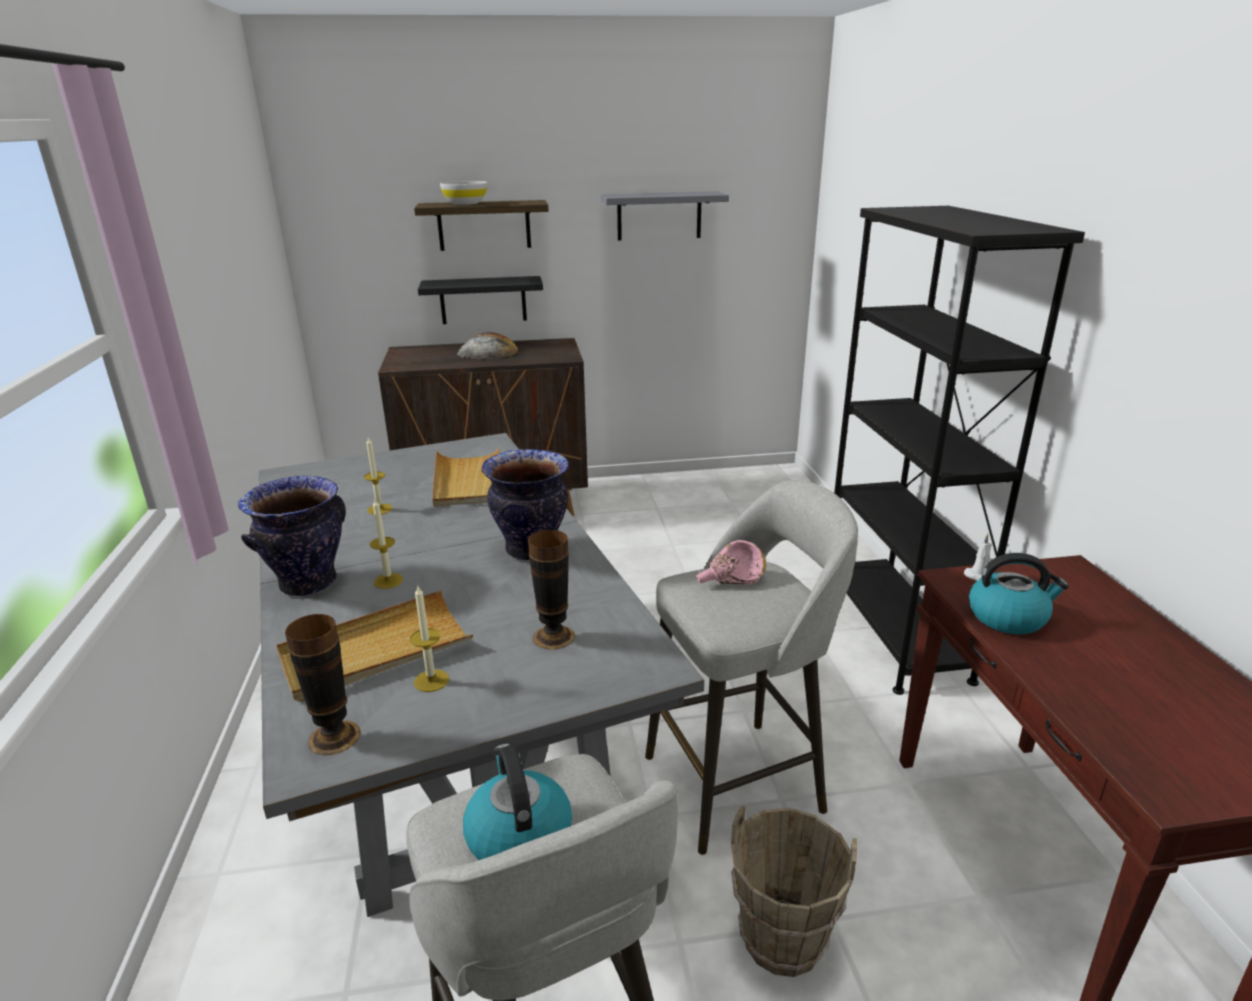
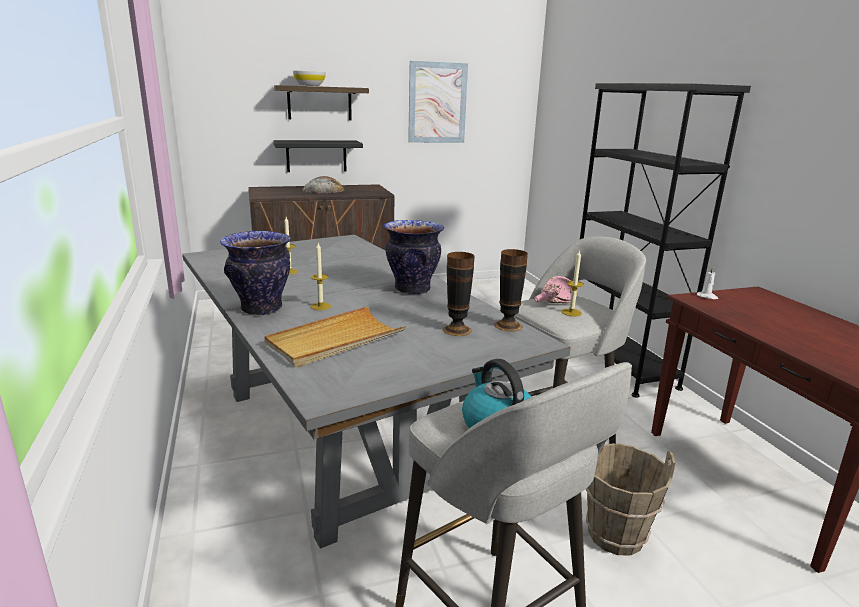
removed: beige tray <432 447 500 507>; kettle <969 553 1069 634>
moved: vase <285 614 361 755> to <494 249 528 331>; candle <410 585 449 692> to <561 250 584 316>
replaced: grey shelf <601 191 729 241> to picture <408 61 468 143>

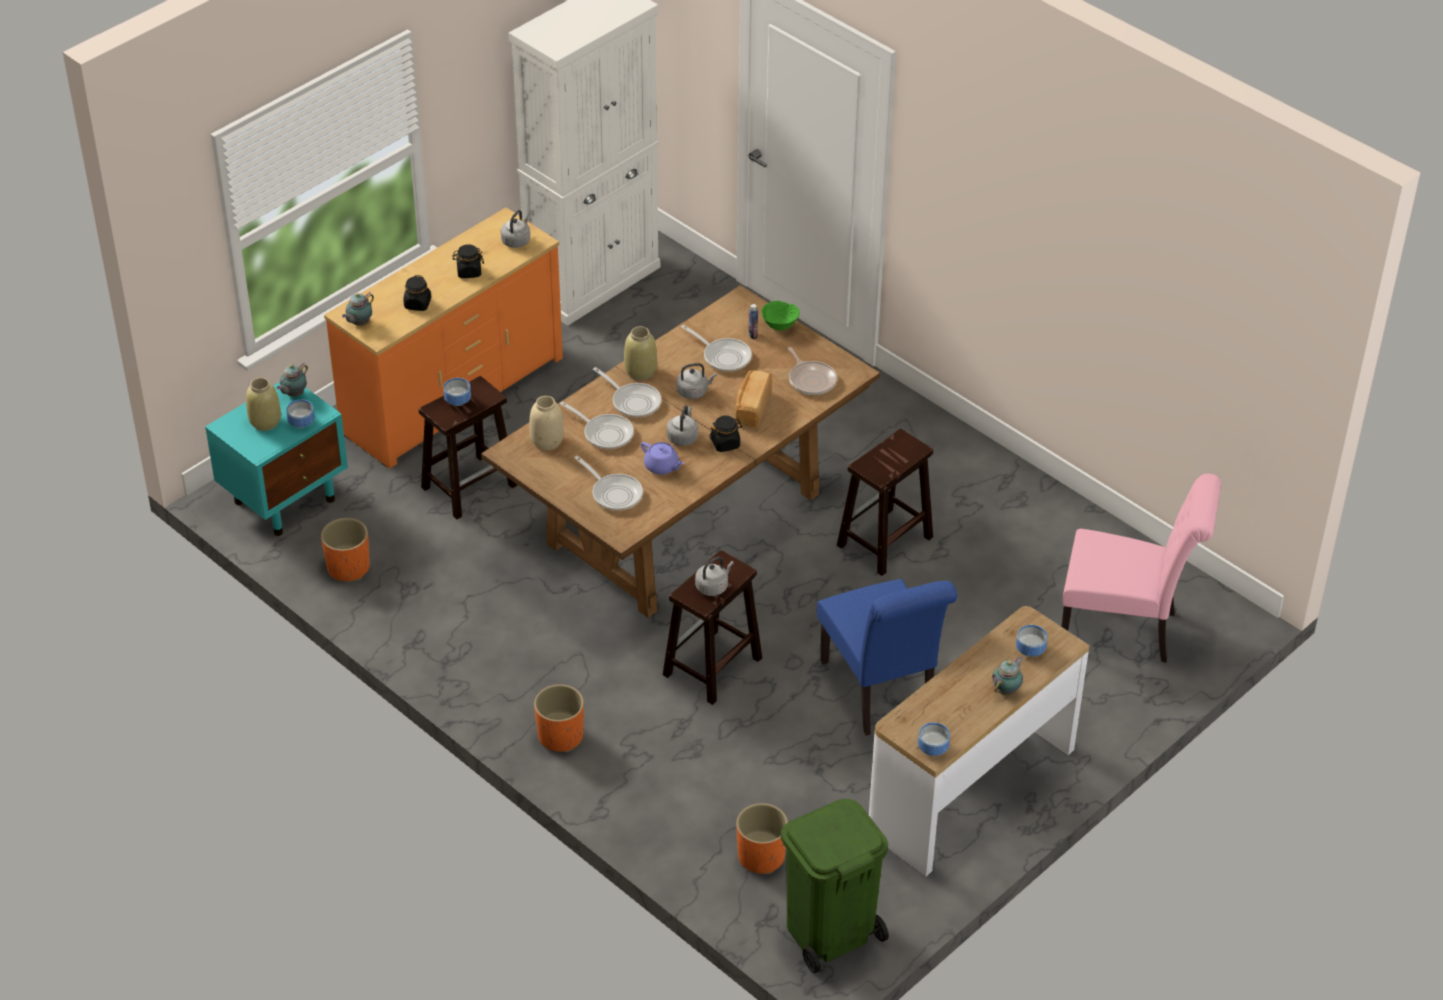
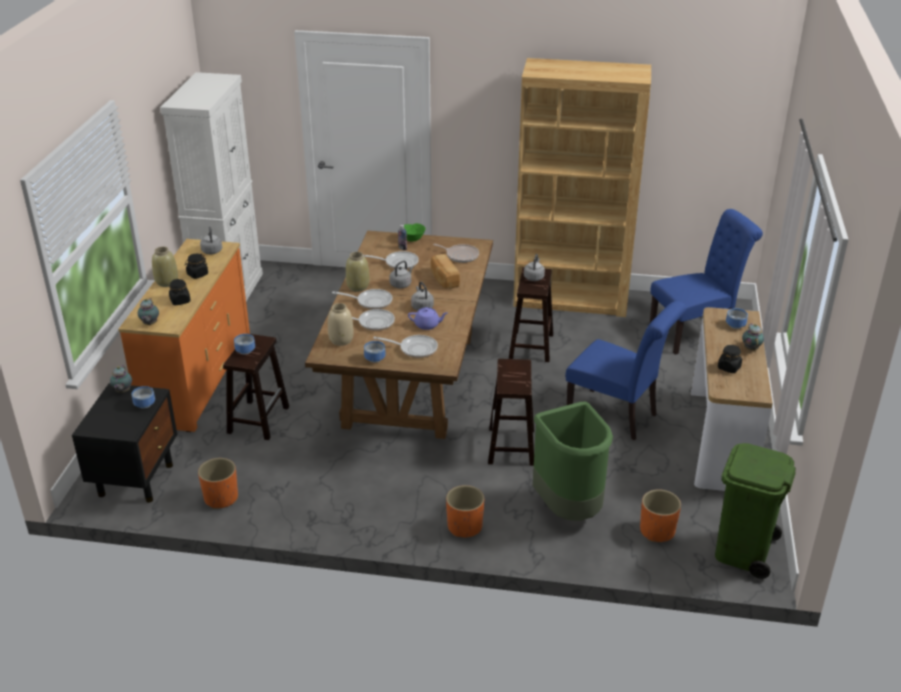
added: brown bookcase <513 58 651 317>; green trash can <533 402 613 521>
moved: beige vase <246 378 281 431> to <152 247 178 287>; grey kettle <695 557 734 596> to <524 254 545 281>; black jar <709 416 742 452> to <718 345 742 373>; bowl <918 722 950 756> to <364 341 386 363>
recoloured: turquoise nightstand <205 383 348 536> to black nightstand <72 383 177 503>; pink chair <1062 474 1221 663> to blue chair <650 209 763 355>

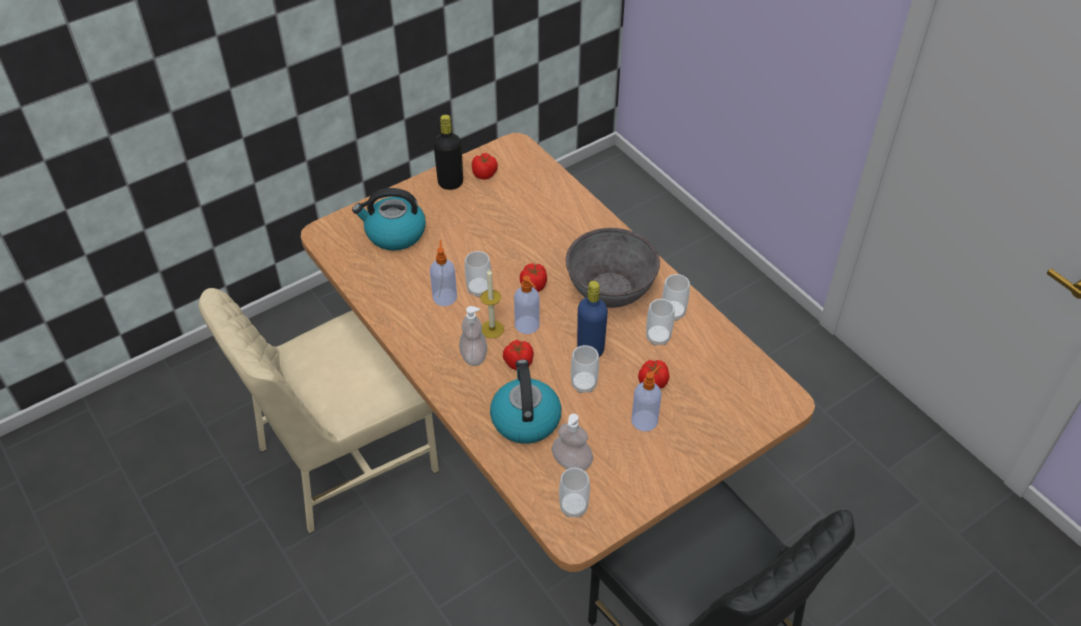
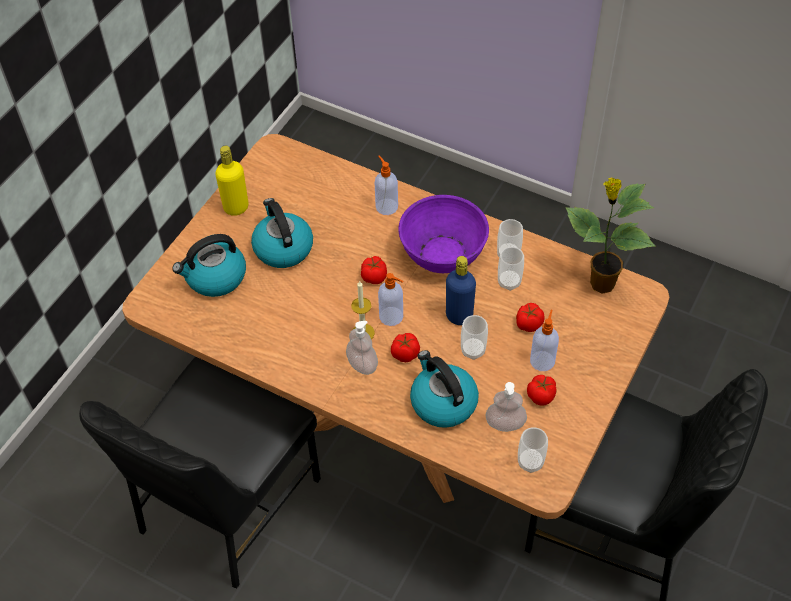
removed: cup <465 251 491 297>
added: kettle <251 198 313 268>; potted plant <566 178 655 294>
moved: soap dispenser <430 240 457 306> to <375 155 398 215>; tomato <472 153 498 180> to <527 375 556 406>
recoloured: beige chair <198 288 439 534> to black chair <79 357 321 589>; black bottle <433 115 463 190> to yellow bottle <215 146 249 216>; grey bowl <566 228 660 308> to purple bowl <398 195 489 273>

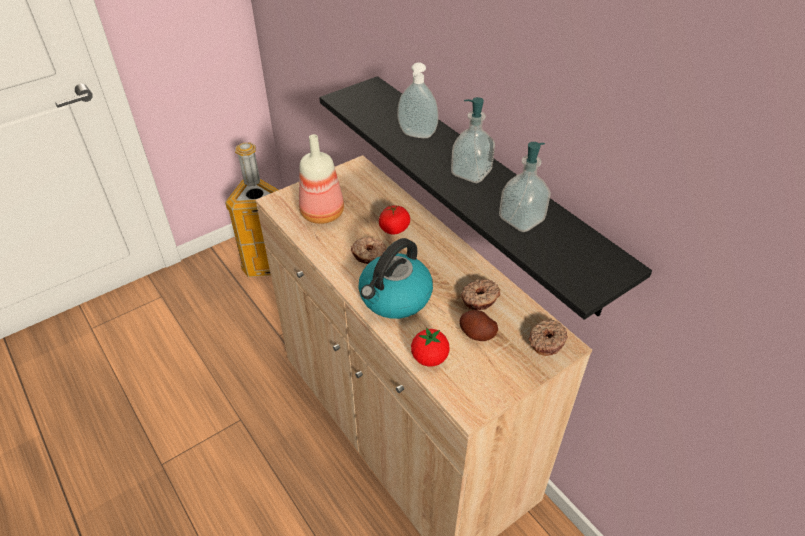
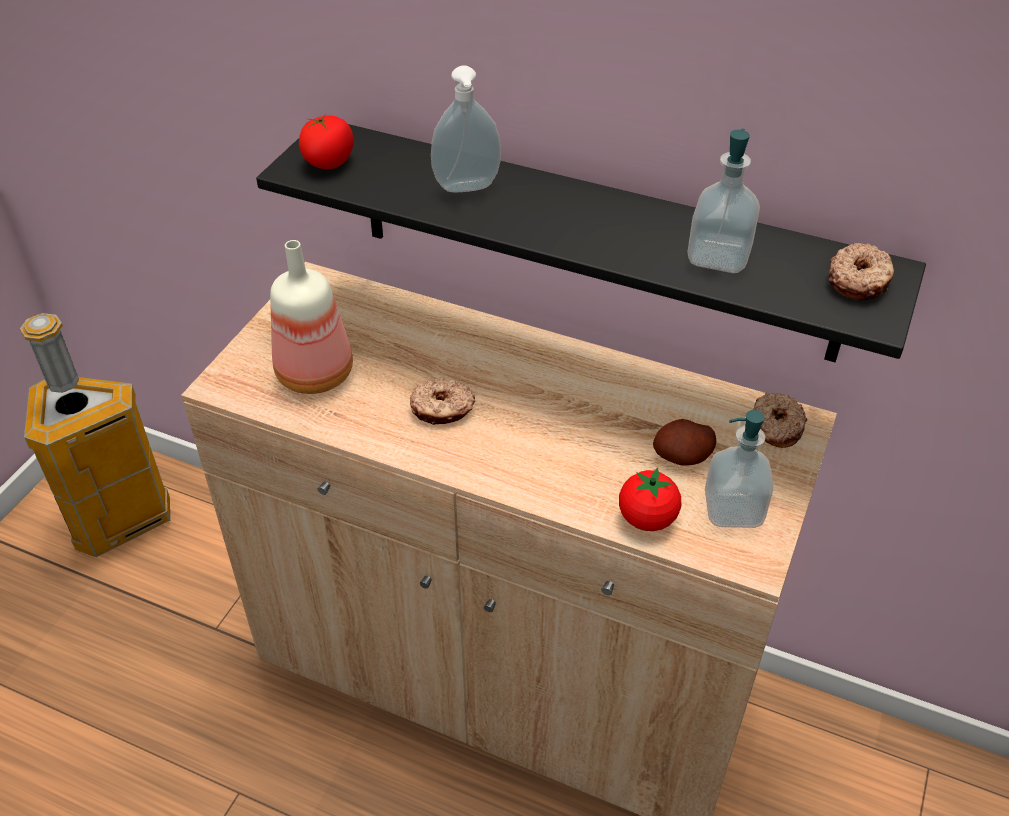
removed: kettle <359 238 433 319>
moved: tomato <379 205 410 235> to <299 114 354 169>; soap dispenser <451 97 495 183> to <705 410 773 528>; donut <461 279 500 310> to <829 243 894 300>

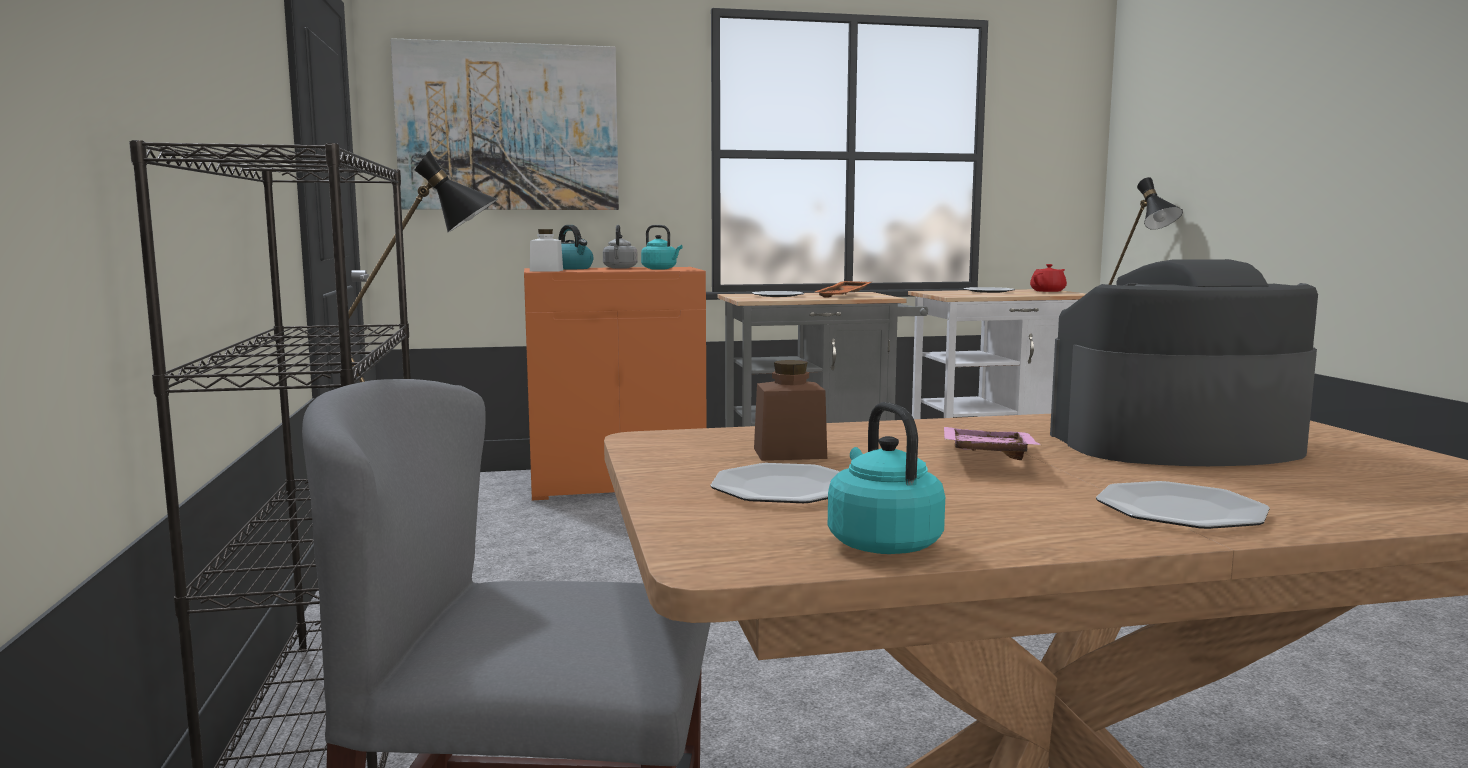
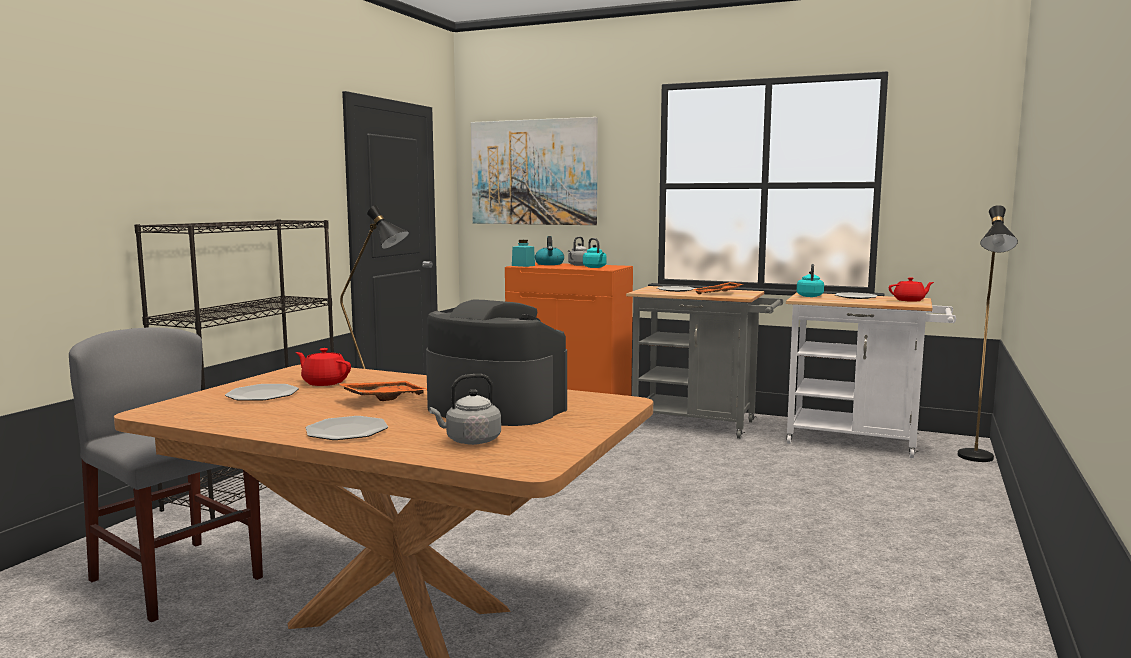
added: grey kettle <429 374 501 445>
moved: turquoise kettle <828 402 945 554> to <797 264 824 297>
replaced: brown jar <754 360 827 461> to red teapot <296 348 351 386>
recoloured: white jar <530 229 563 271> to turquoise jar <512 240 535 267>; pink tray <944 427 1041 460> to orange tray <337 381 427 401>

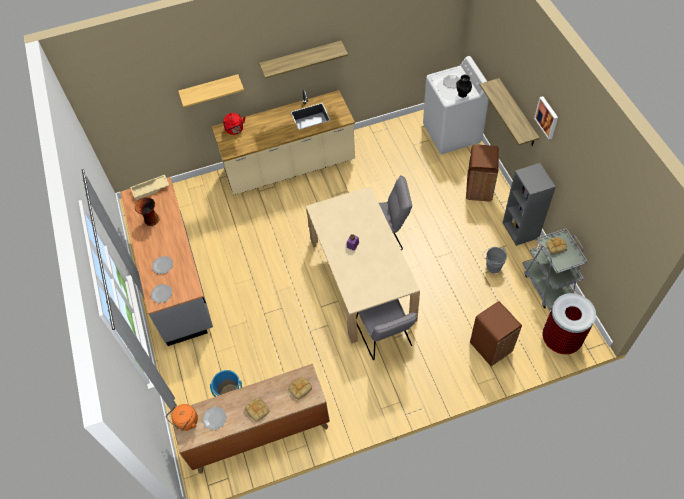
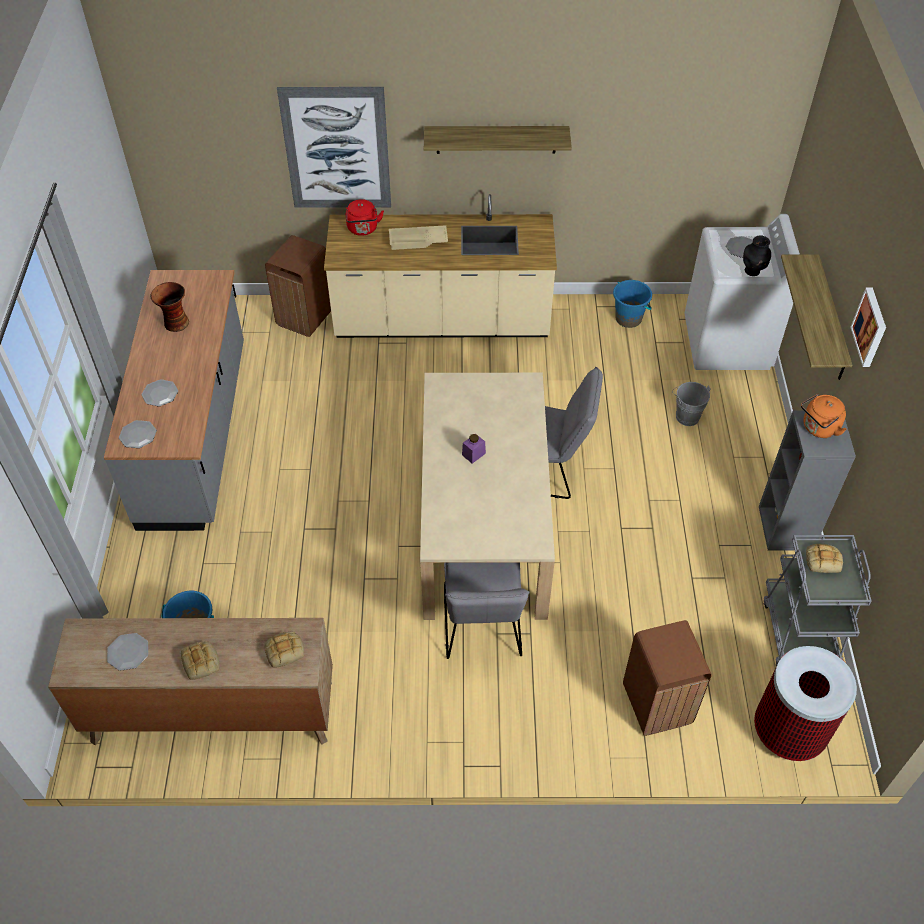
added: blue bucket <613 280 652 328>
moved: beige tray <130 175 169 200> to <389 225 448 250>; orange kettle <166 404 198 431> to <801 394 847 438>; brown trash can <466 144 499 201> to <265 235 331 337>; grey bucket <482 247 507 273> to <672 382 711 426>
replaced: shelf <178 74 244 108> to picture <277 87 391 208>

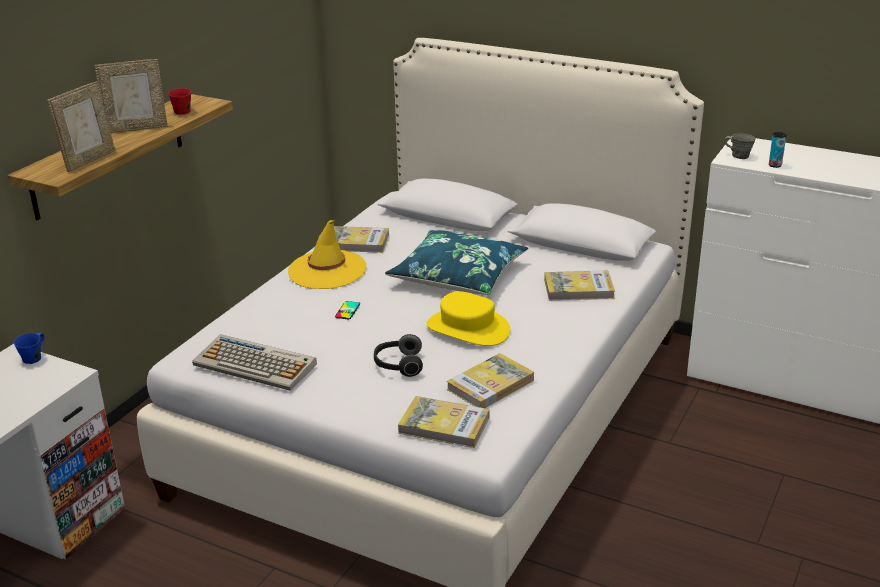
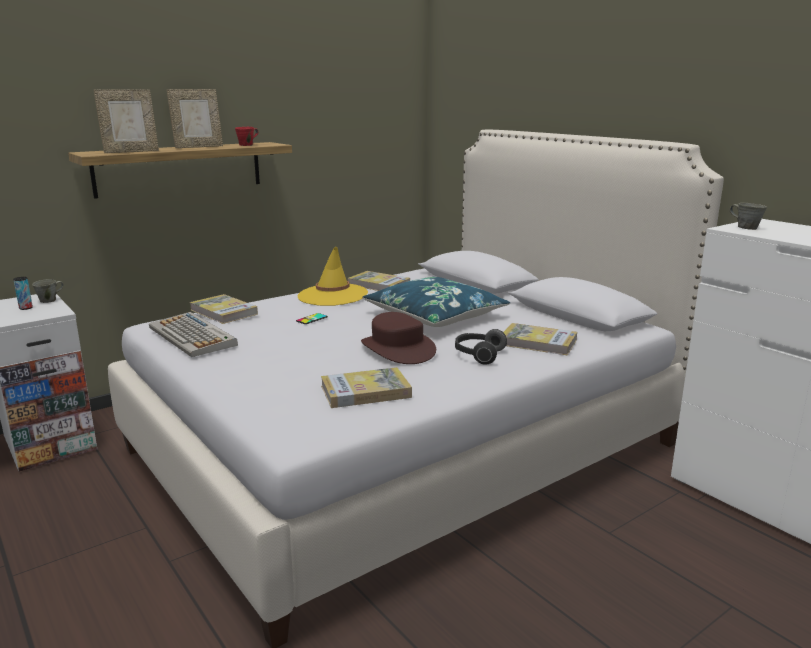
moved: headphones <374 334 423 377> to <455 329 507 365>; book <398 396 490 448> to <190 294 258 324>; can <769 132 786 168> to <13 277 33 310>
recoloured: blue mug <14 333 45 364> to grey mug <32 279 64 303>; yellow hat <427 291 510 346> to brown hat <361 312 436 364>
turned: picture frame <95 59 168 133> = <167 89 223 148> 45 degrees counterclockwise

